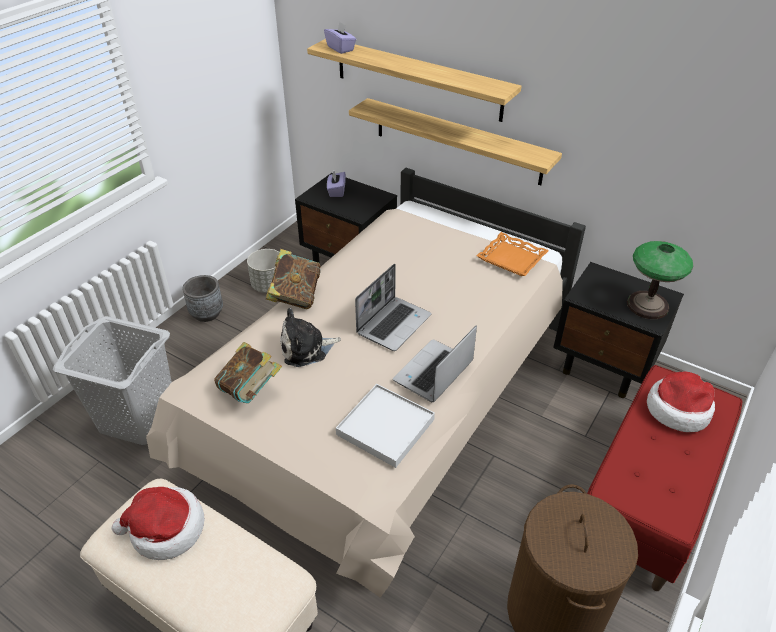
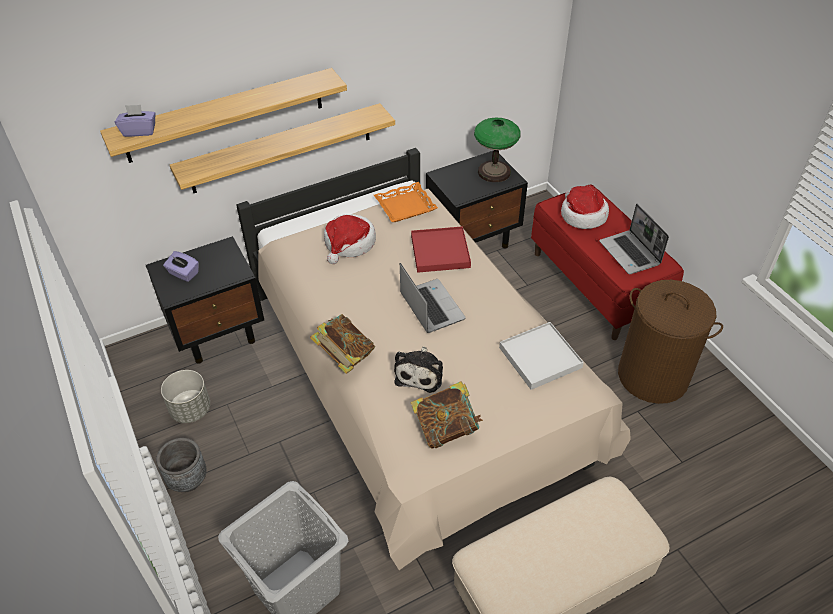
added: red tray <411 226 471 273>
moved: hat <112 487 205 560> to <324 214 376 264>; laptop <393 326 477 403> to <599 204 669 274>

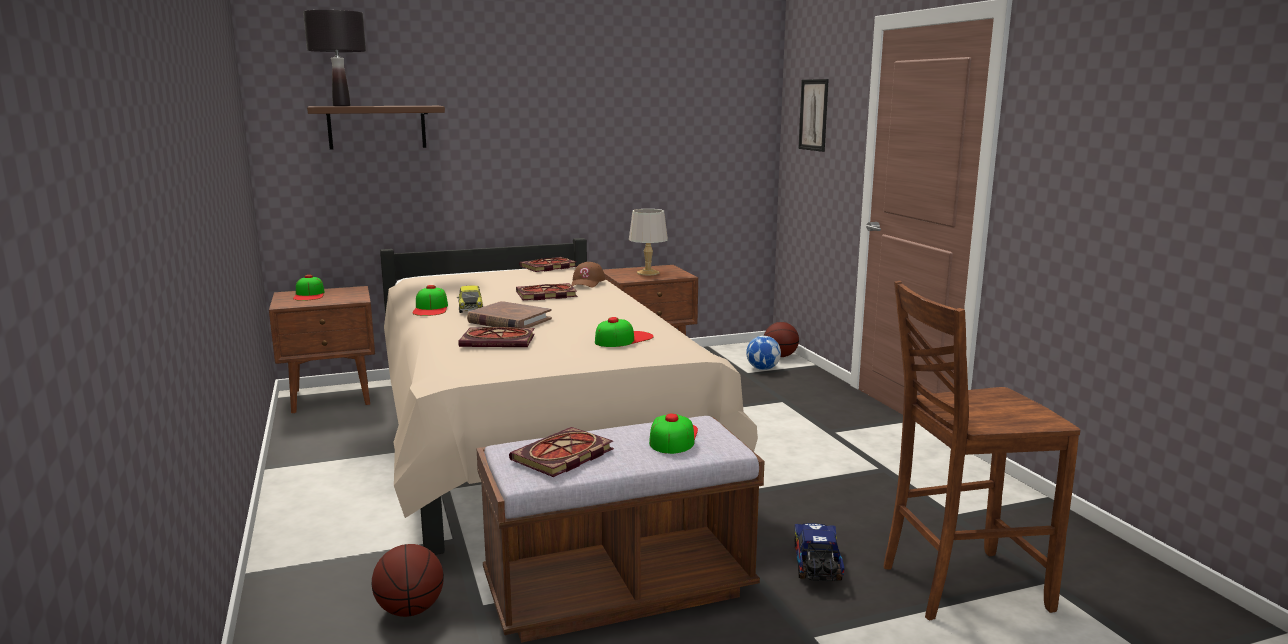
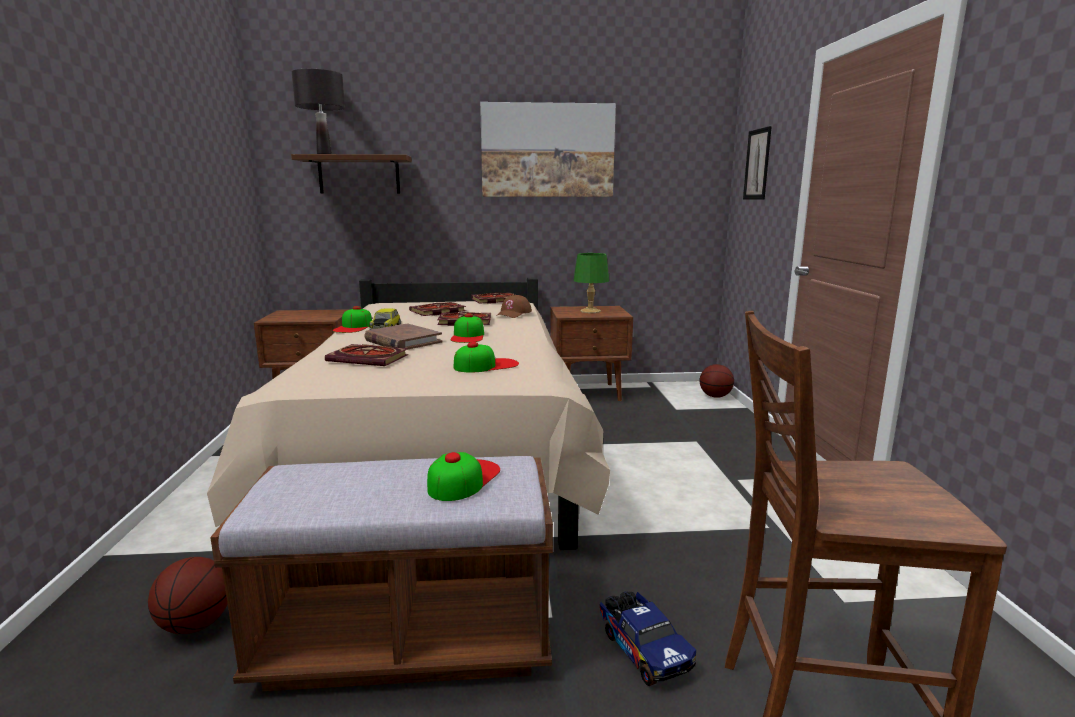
removed: football <746 336 781 370>
added: picture <480 102 616 197>
moved: cap <293 275 325 301> to <451 314 484 343>; book <509 427 614 477> to <409 302 466 316>
recoloured: grey table lamp <629 209 668 276> to green table lamp <574 253 609 313>
turned: toy truck <795 523 845 581> = <600 591 696 686> 135 degrees clockwise

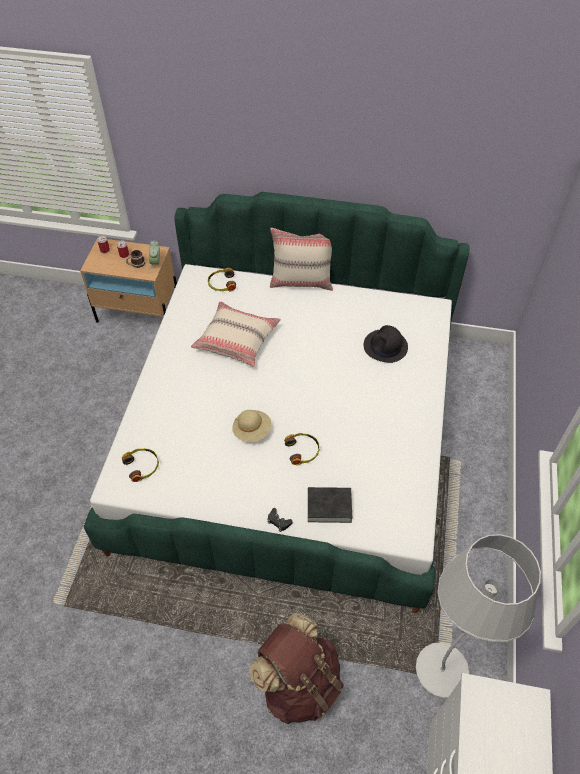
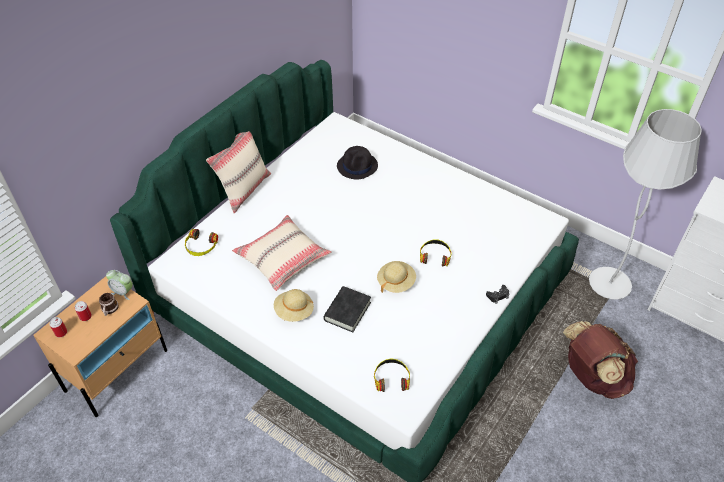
added: beige hat <274 289 314 322>
moved: black book <308 487 352 523> to <323 286 371 332>

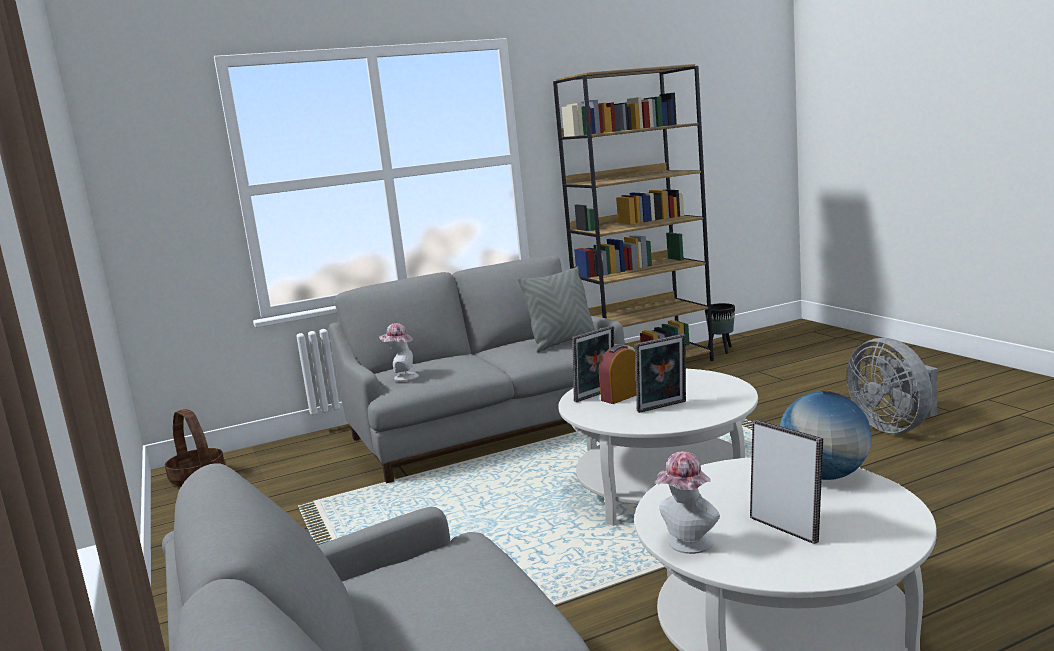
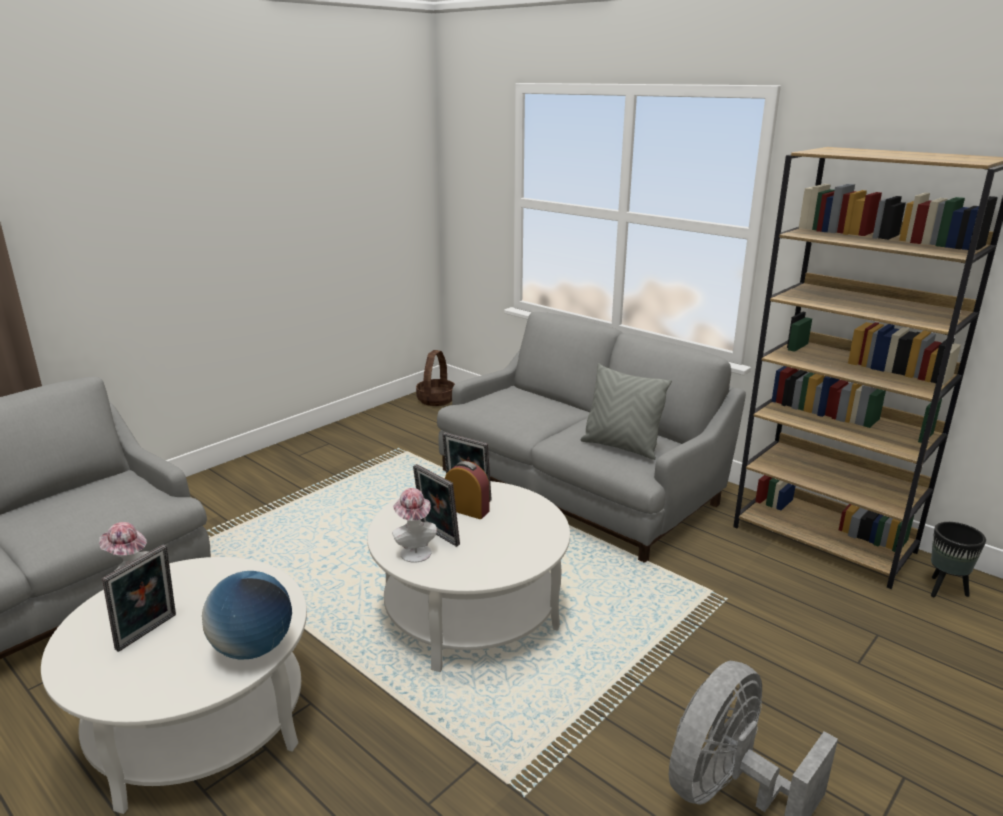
moved: hat <379 323 419 381> to <392 488 437 563>

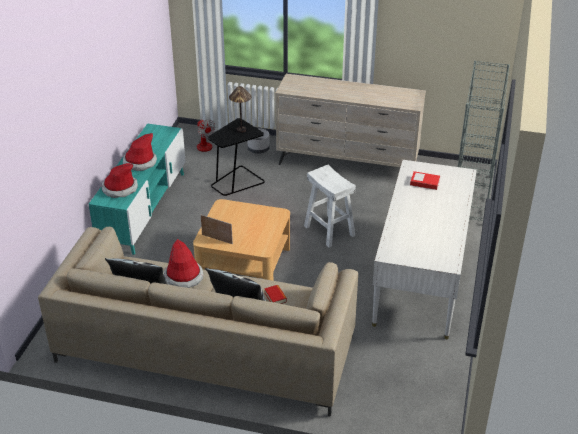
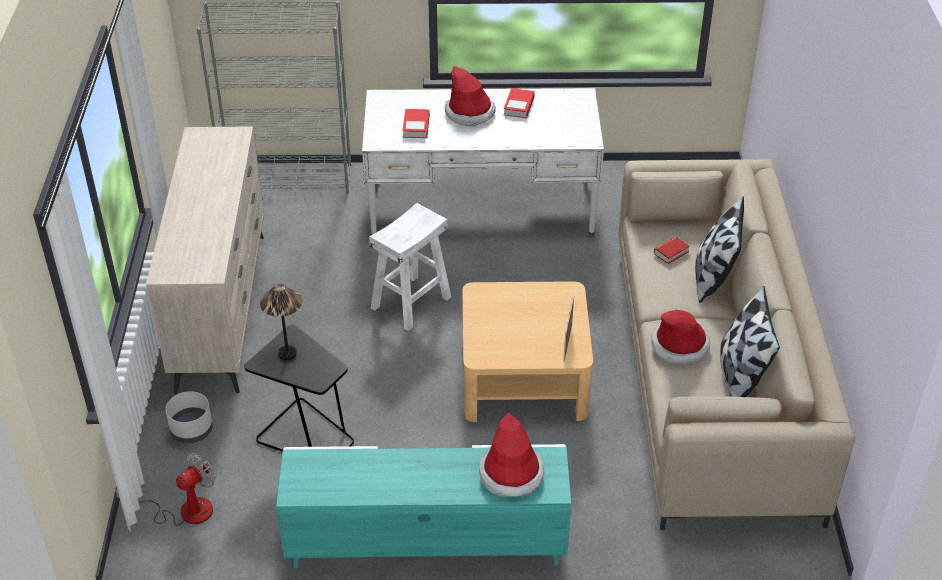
added: book <504 88 535 118>
moved: hat <123 133 157 171> to <445 66 496 126>

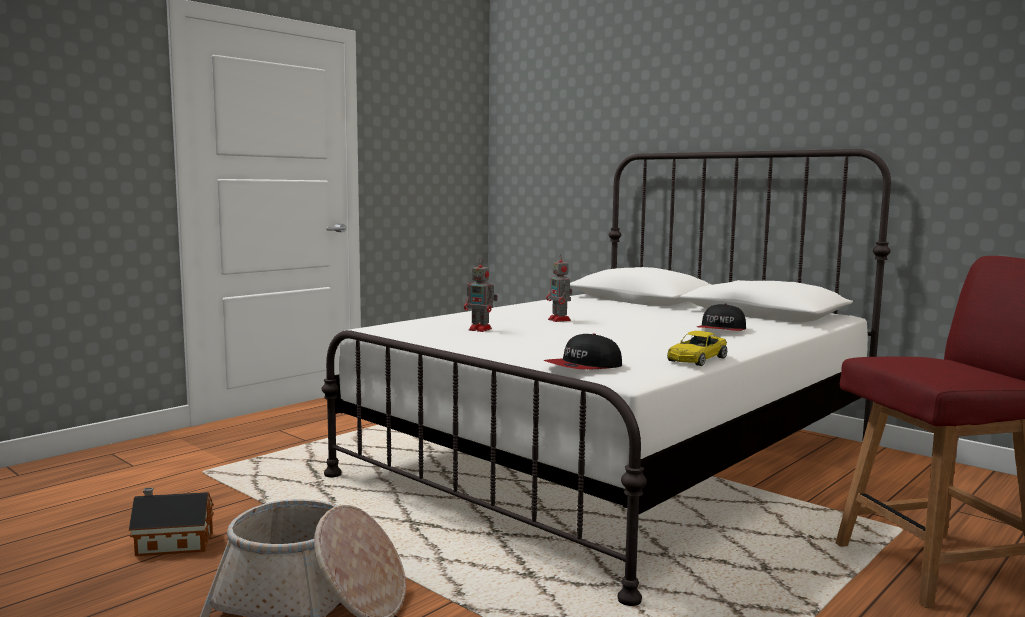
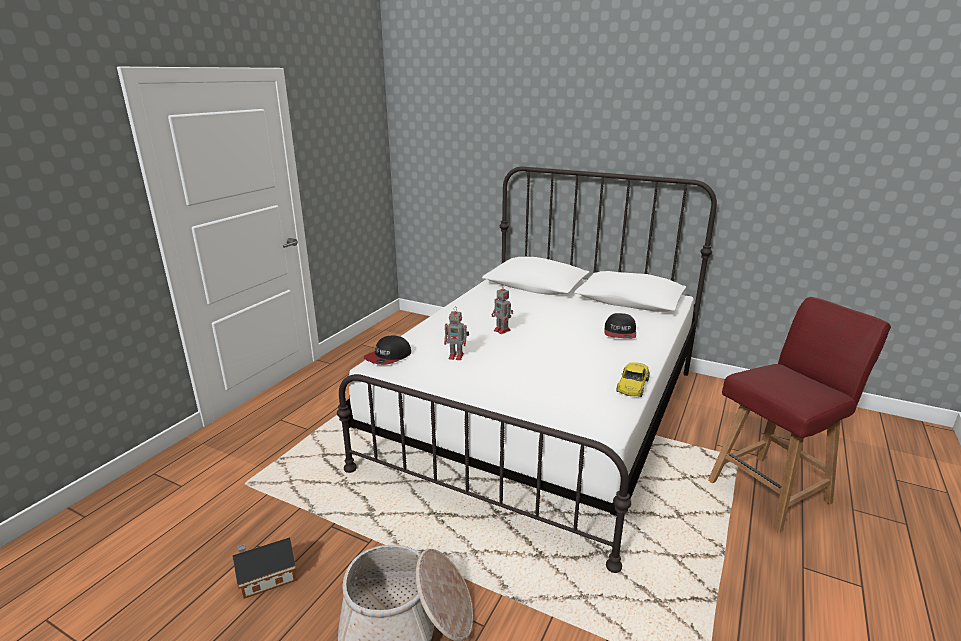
moved: cap <544 333 622 370> to <363 335 411 365>

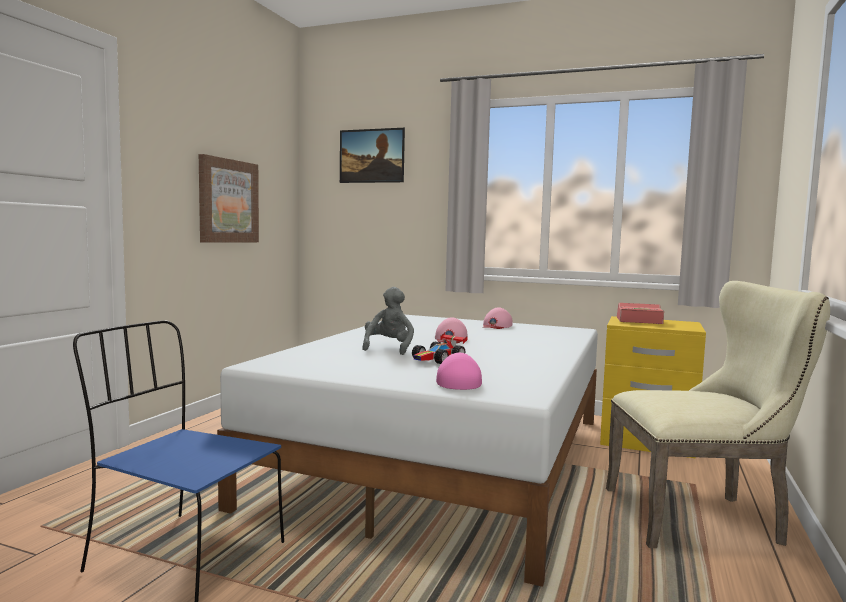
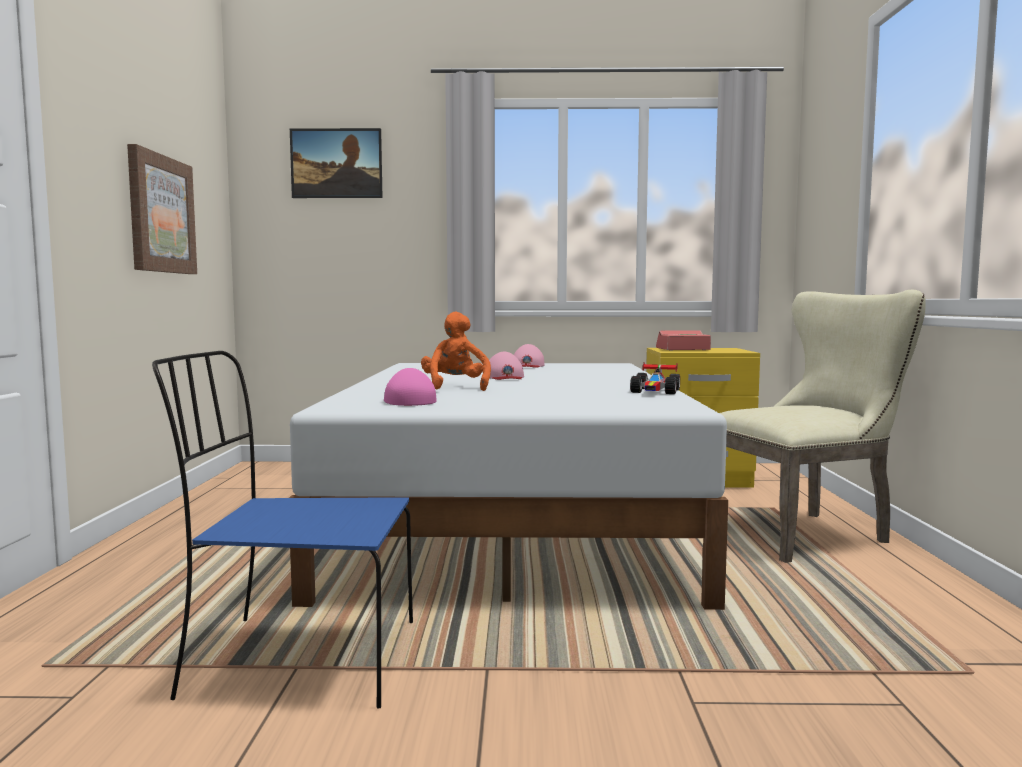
moved: toy car <412 333 467 364> to <630 362 680 394>; pink cap <436 353 482 390> to <384 368 437 406>
recoloured: grey plush toy <362 287 414 355> to orange plush toy <421 312 491 391>

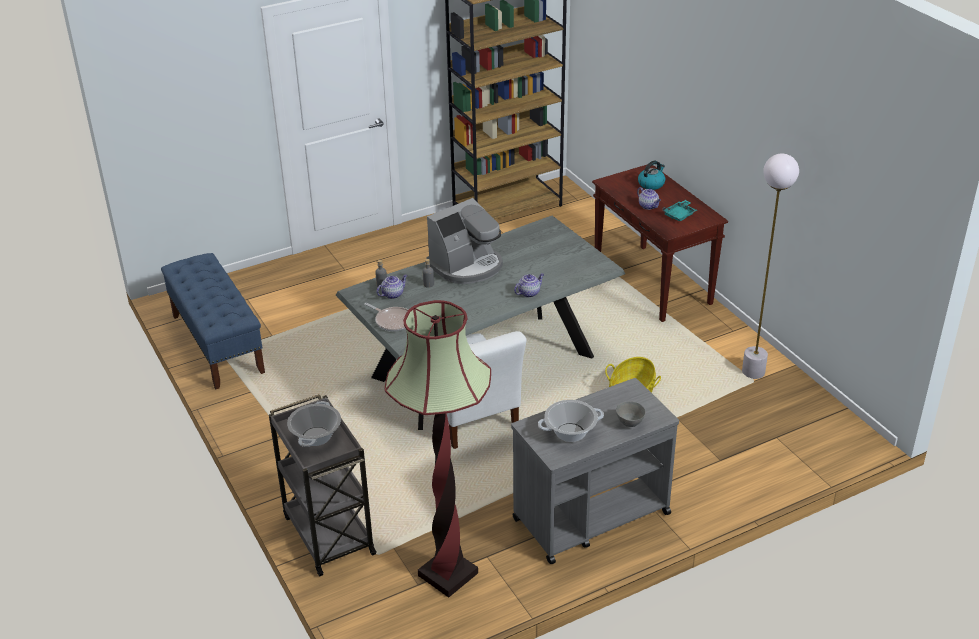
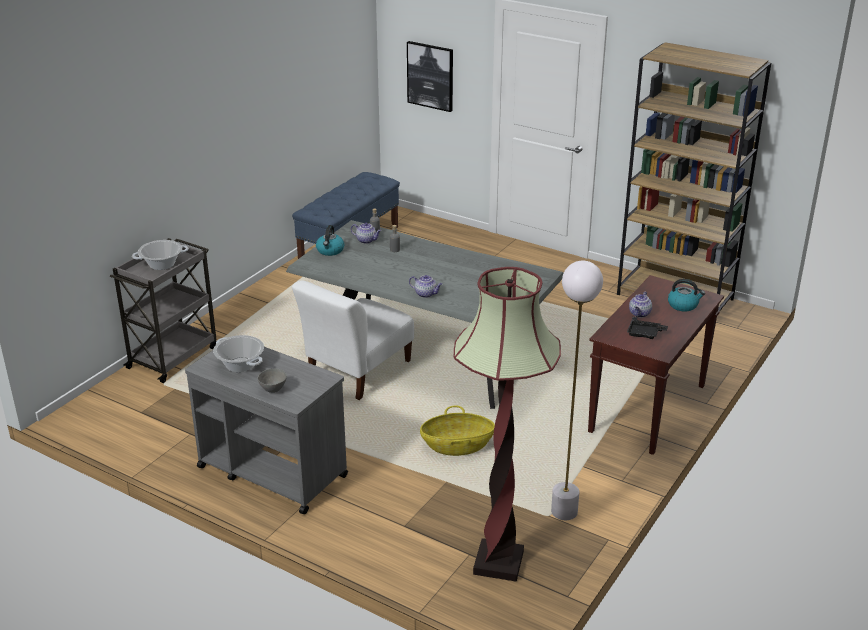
removed: coffee machine <426 198 503 284>
added: picture <407 41 453 112>
moved: floor lamp <385 300 491 598> to <454 267 561 582>
replaced: frying pan <364 303 408 331> to kettle <316 225 344 256>
recoloured: turquoise tray <662 200 697 221> to black tray <627 317 668 339>

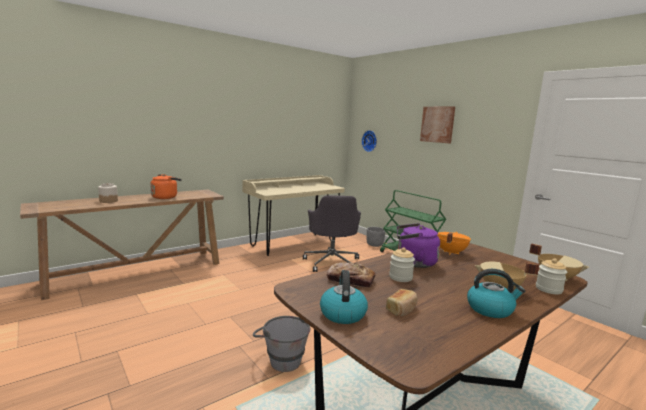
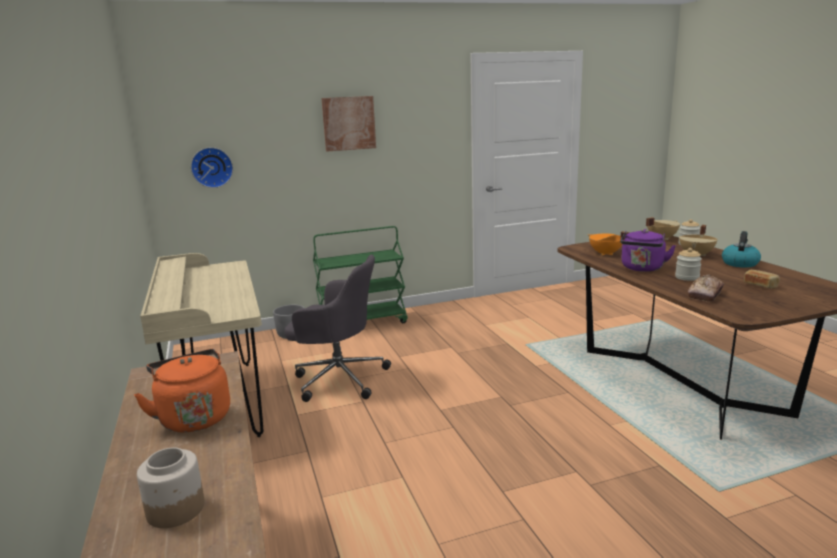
removed: grey bucket <253 316 310 372>; kettle <320 270 368 324>

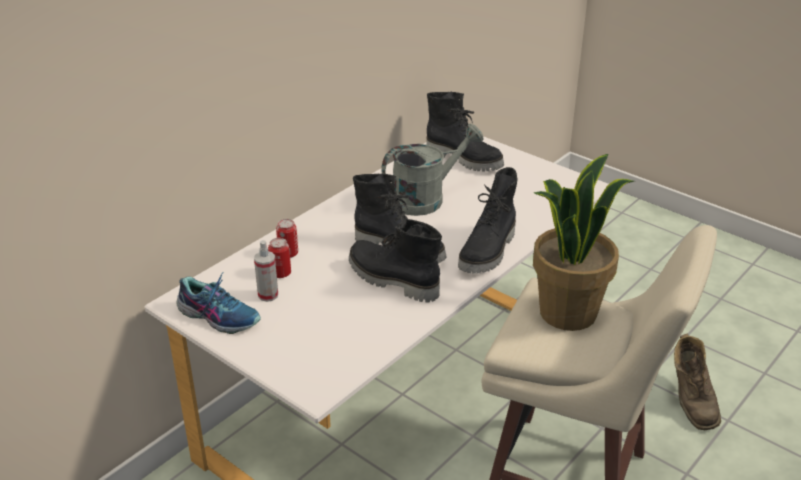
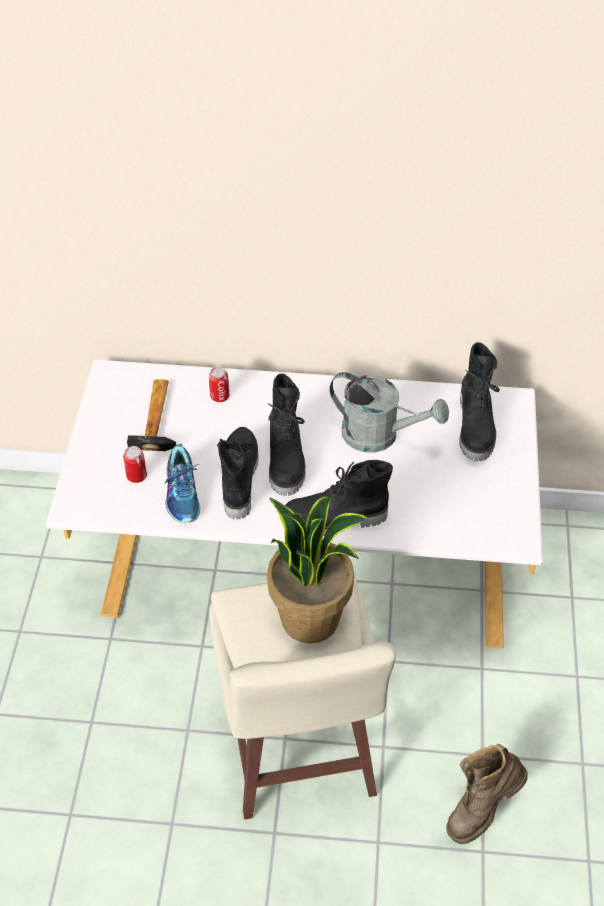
moved: shoe <177 273 261 334> to <165 444 200 523>; can <268 238 291 278> to <123 446 147 483>
replaced: spray bottle <254 240 278 302> to hammer <127 379 176 451>

